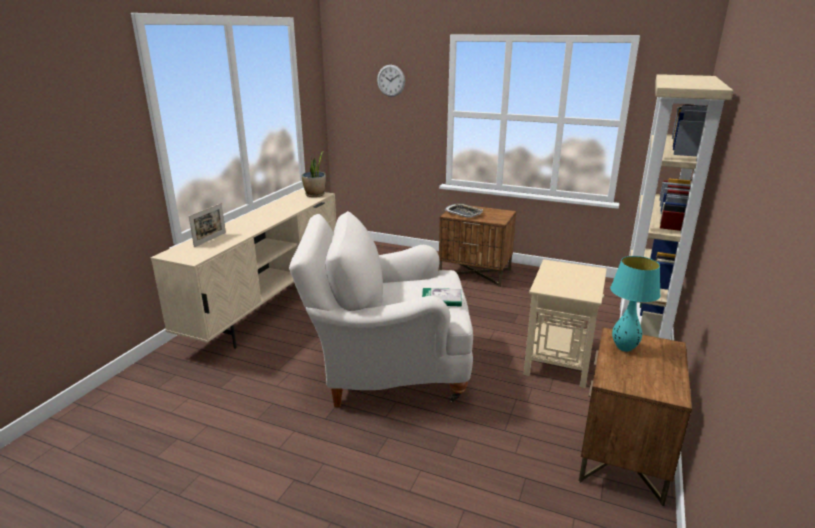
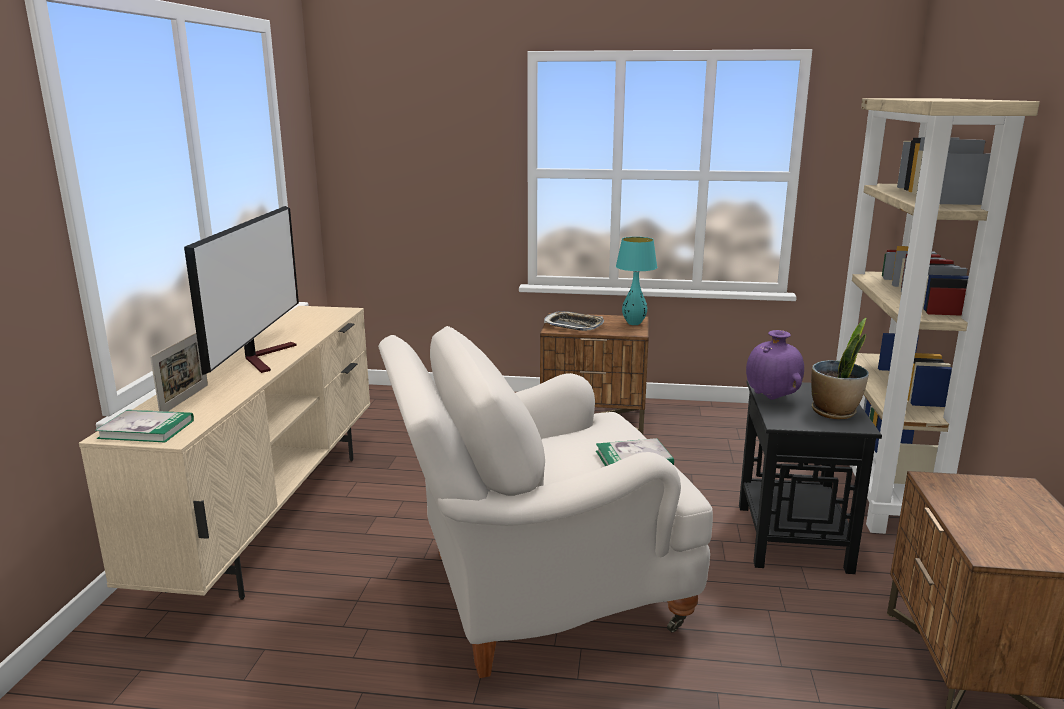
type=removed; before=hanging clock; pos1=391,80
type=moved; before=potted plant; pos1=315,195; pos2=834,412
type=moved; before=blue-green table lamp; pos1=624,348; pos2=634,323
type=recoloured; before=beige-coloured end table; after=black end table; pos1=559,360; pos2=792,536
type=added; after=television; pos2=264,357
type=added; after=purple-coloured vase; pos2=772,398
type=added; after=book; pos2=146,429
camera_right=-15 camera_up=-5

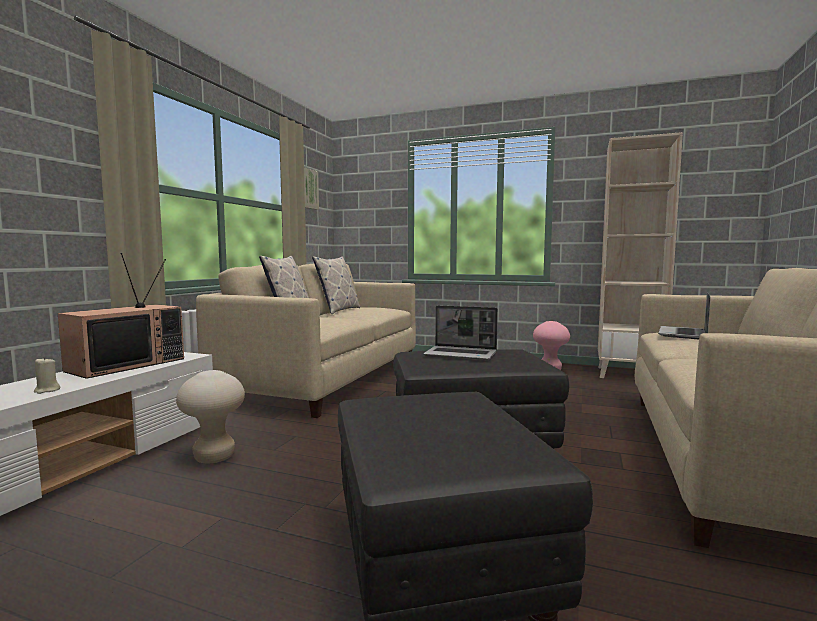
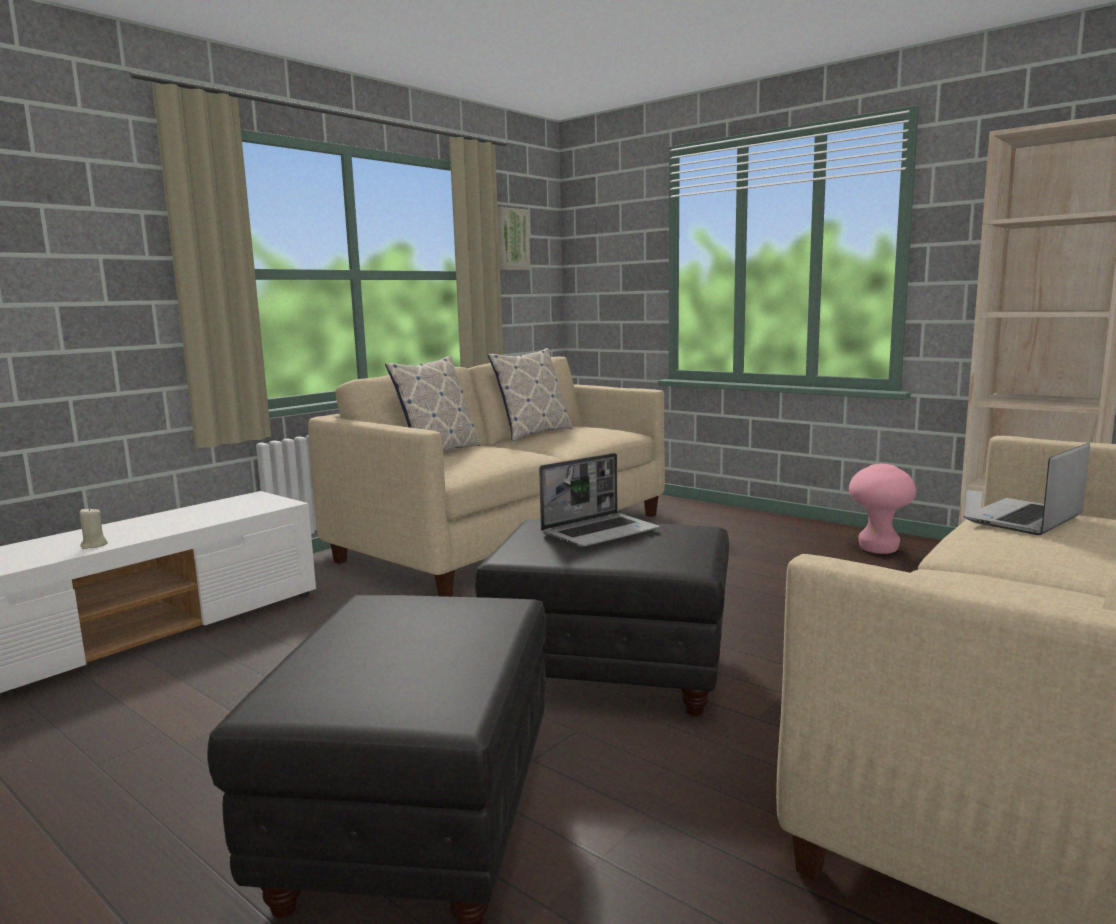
type=removed; before=television; pos1=127,364
type=turned; before=laptop; pos1=461,355; pos2=600,532; turn=-75
type=removed; before=beige-coloured stool; pos1=214,457
camera_right=20 camera_up=5

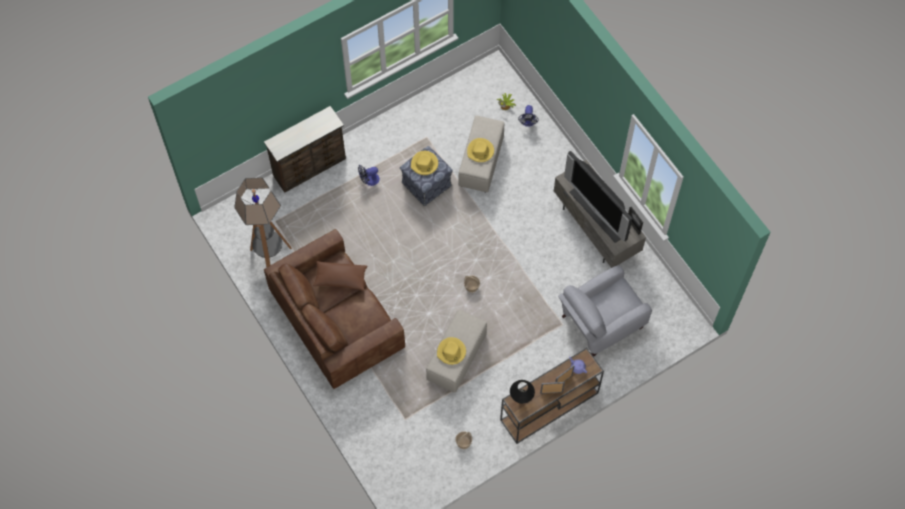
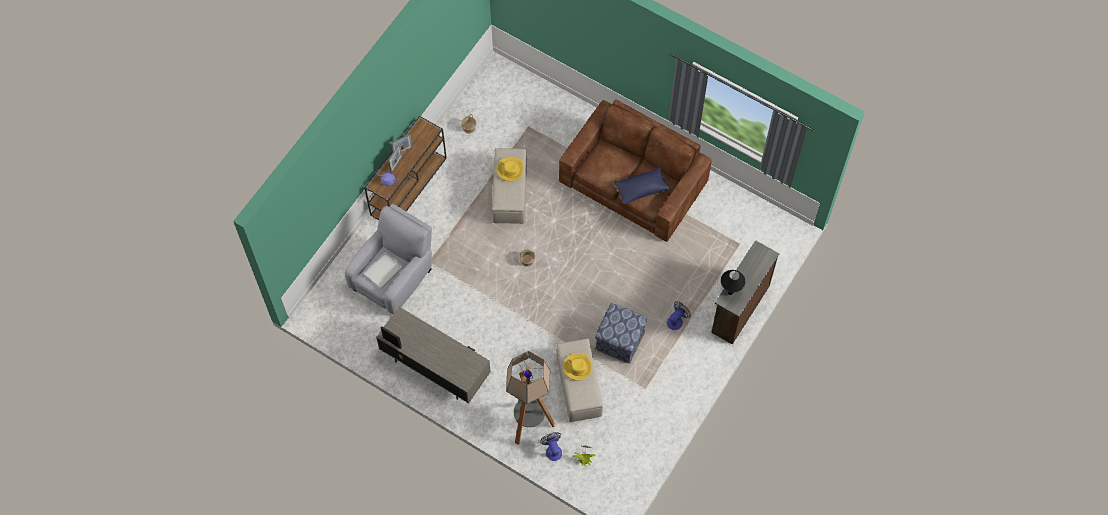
type=removed; before=yellow hat; pos1=424,164
type=removed; before=television; pos1=600,211
type=moved; before=floor lamp; pos1=271,258; pos2=529,424
type=recoloured; before=brown cushion; after=blue cushion; pos1=340,279; pos2=641,189
type=moved; before=black table lamp; pos1=521,401; pos2=730,293
type=added; after=white-coloured serving tray; pos2=383,270
camera_right=155 camera_up=0

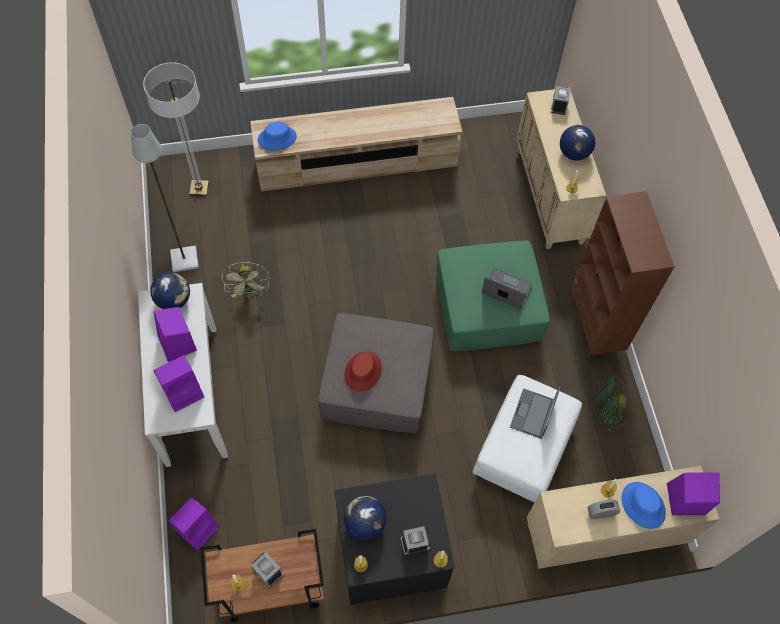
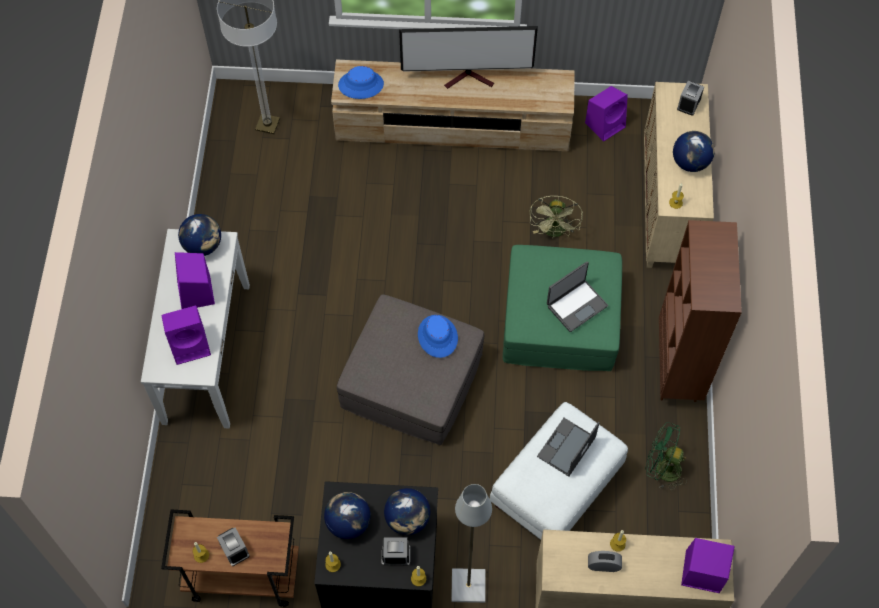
type=moved; before=gray floor lamp; pos1=184,260; pos2=467,586
type=moved; before=greenish cooling fan; pos1=250,293; pos2=554,232
type=turned; before=laptop; pos1=506,290; pos2=576,305; turn=105
type=removed; before=red-coloured hat; pos1=363,371
type=moved; before=blue hat; pos1=642,505; pos2=437,336
type=moved; before=purple-coloured loudspeaker; pos1=198,528; pos2=605,124
type=added; after=television; pos2=470,78
type=added; after=desk globe; pos2=407,519
camera_right=15 camera_up=0

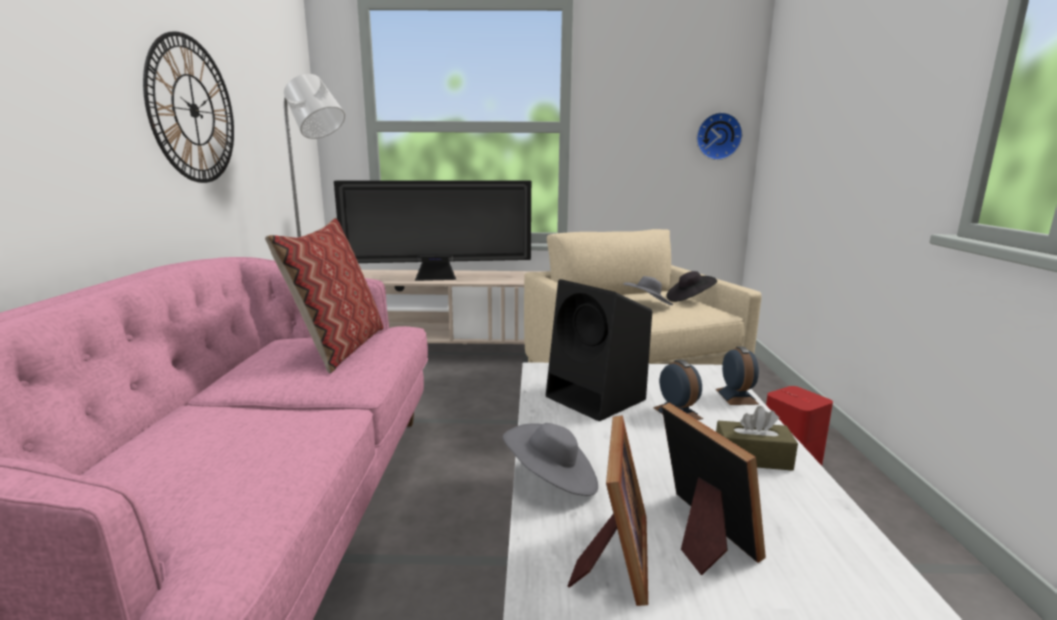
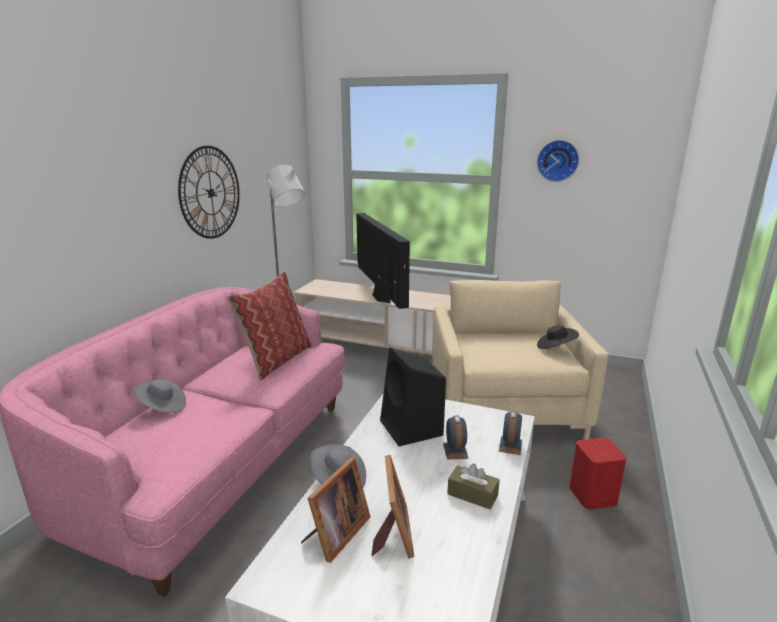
type=moved; before=hanging clock; pos1=718,136; pos2=557,160
type=turned; before=television; pos1=438,279; pos2=381,298; turn=-120
type=moved; before=gray hat; pos1=647,305; pos2=162,407
camera_right=20 camera_up=5

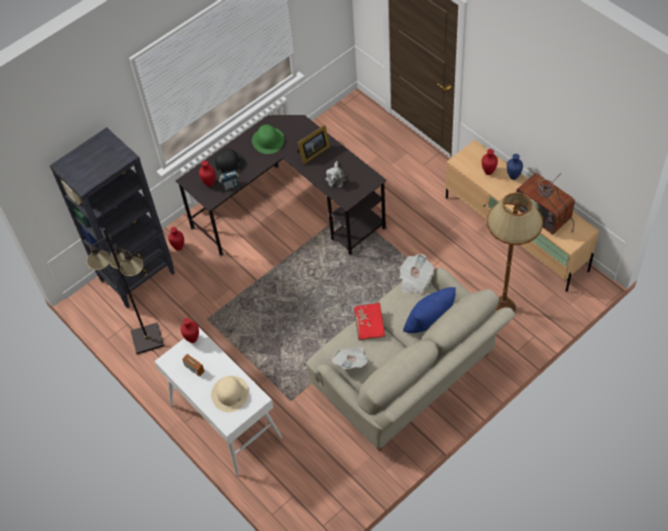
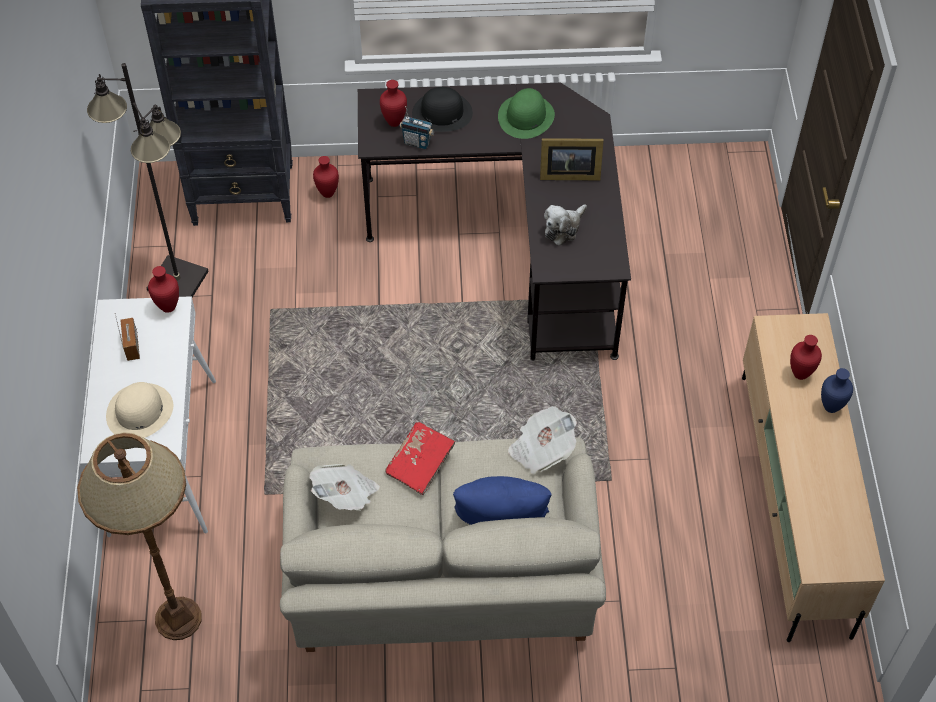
type=removed; before=television; pos1=545,215
type=moved; before=brown floor lamp; pos1=503,307; pos2=179,618
camera_right=35 camera_up=0

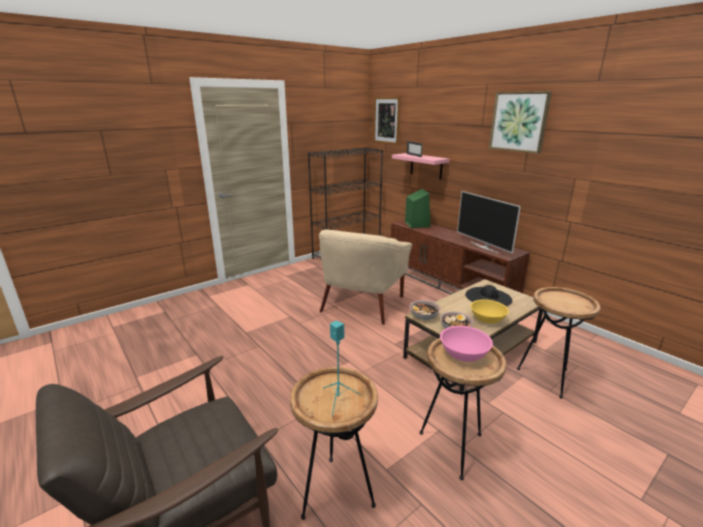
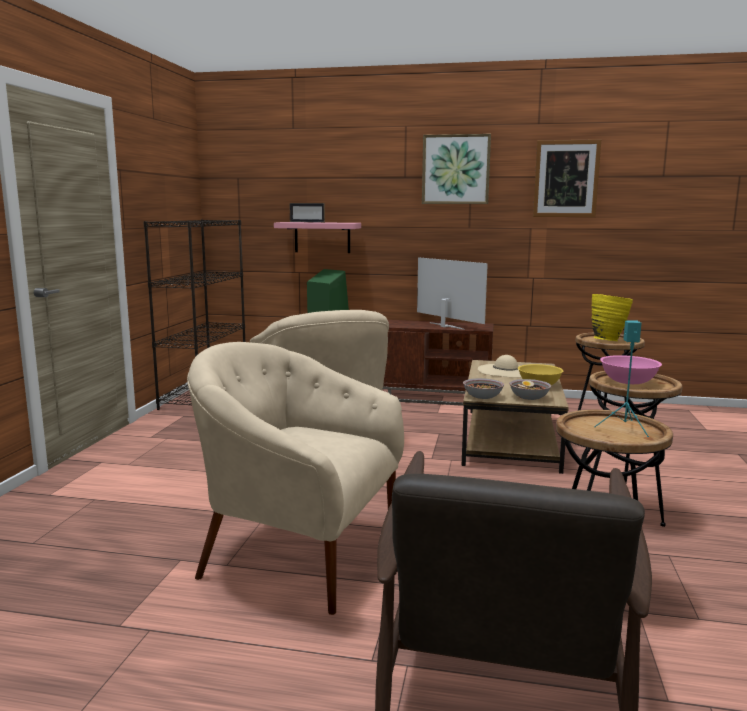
type=moved; before=wall art; pos1=386,120; pos2=566,179
type=turned; before=television; pos1=484,247; pos2=445,326; turn=-150
type=recoloured; before=black hat; after=beige-coloured hat; pos1=488,297; pos2=505,371
type=added; after=yellow vase; pos2=608,340
type=added; after=beige-coloured easy chair; pos2=299,552
camera_right=-40 camera_up=-10

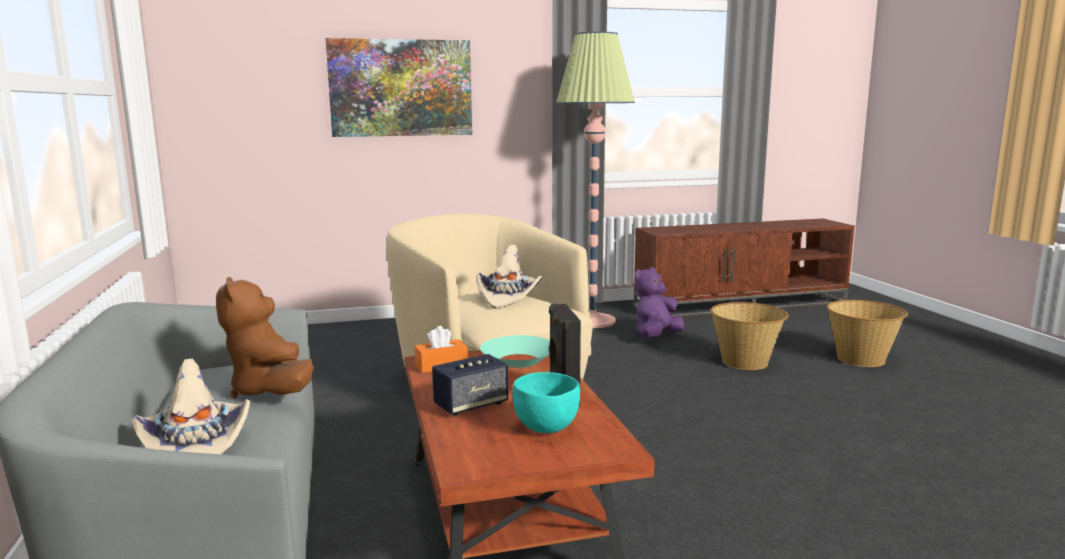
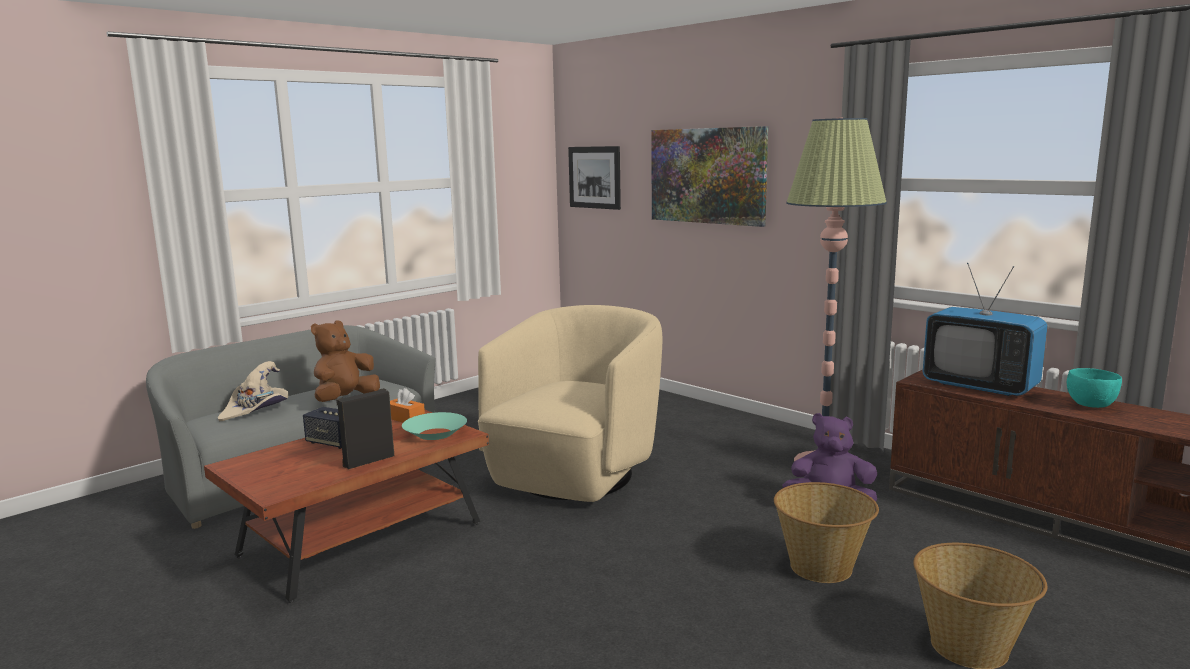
type=removed; before=beige-coloured hat; pos1=508,298
type=moved; before=blue-green serving bowl; pos1=546,428; pos2=1090,405
type=added; after=wall art; pos2=594,177
type=added; after=television; pos2=980,386
camera_right=60 camera_up=0

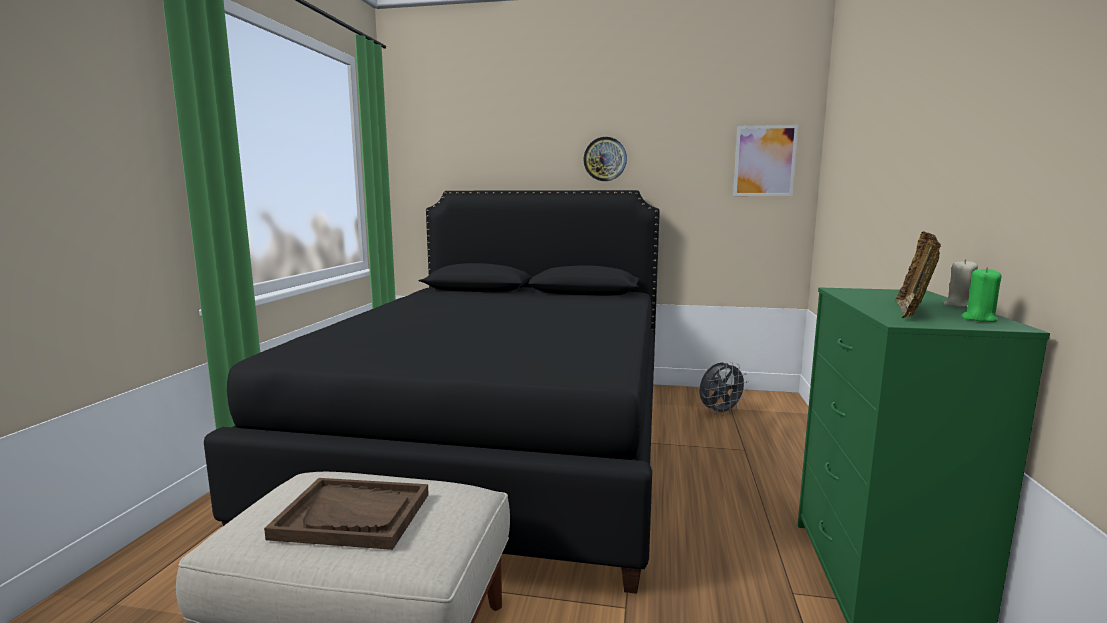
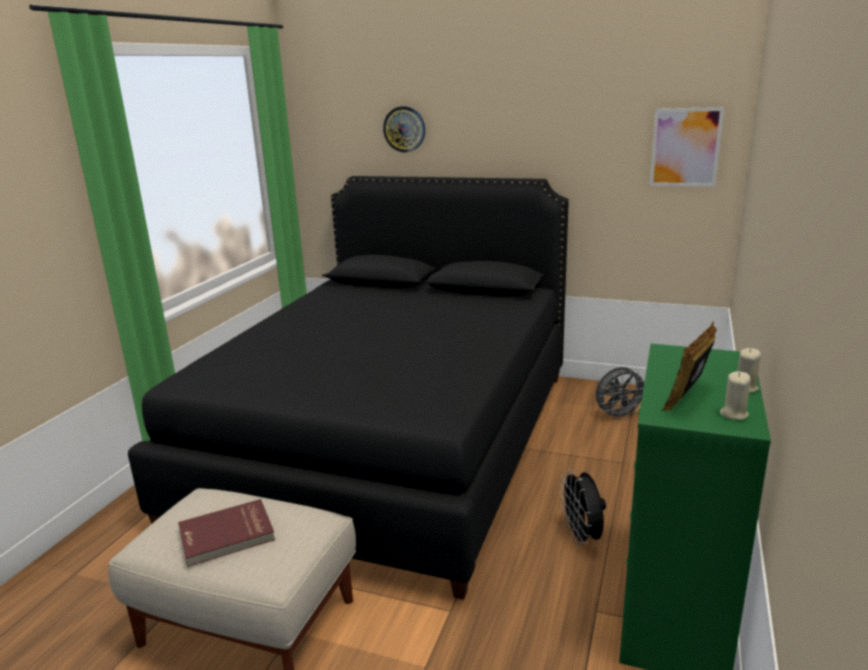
type=moved; before=hanging clock; pos1=605,159; pos2=404,129
type=recoloured; before=greenish wax candle; after=beige-coloured wax candle; pos1=978,319; pos2=733,414
type=replaced; before=brown serving tray; after=red-coloured book; pos1=353,515; pos2=227,535
type=added; after=black cooling fan; pos2=582,537
camera_right=10 camera_up=10

